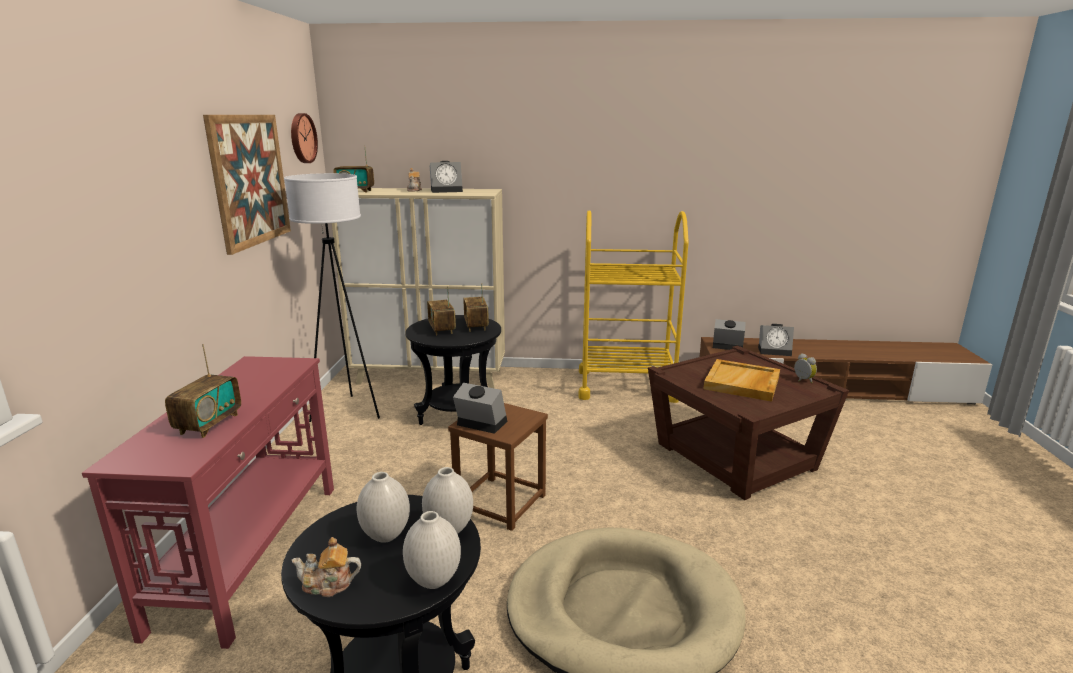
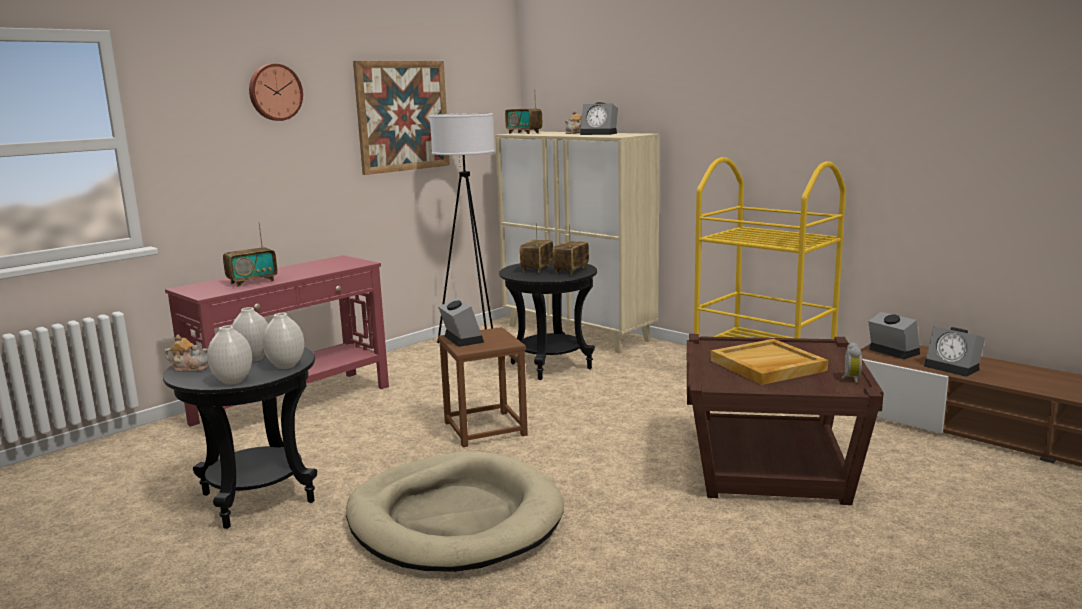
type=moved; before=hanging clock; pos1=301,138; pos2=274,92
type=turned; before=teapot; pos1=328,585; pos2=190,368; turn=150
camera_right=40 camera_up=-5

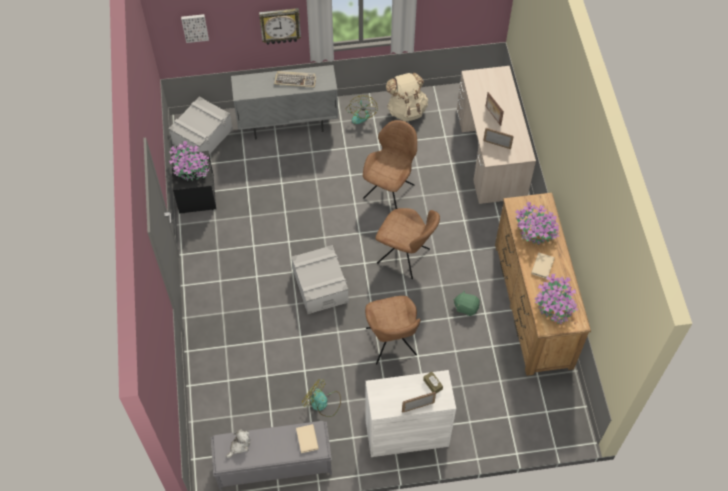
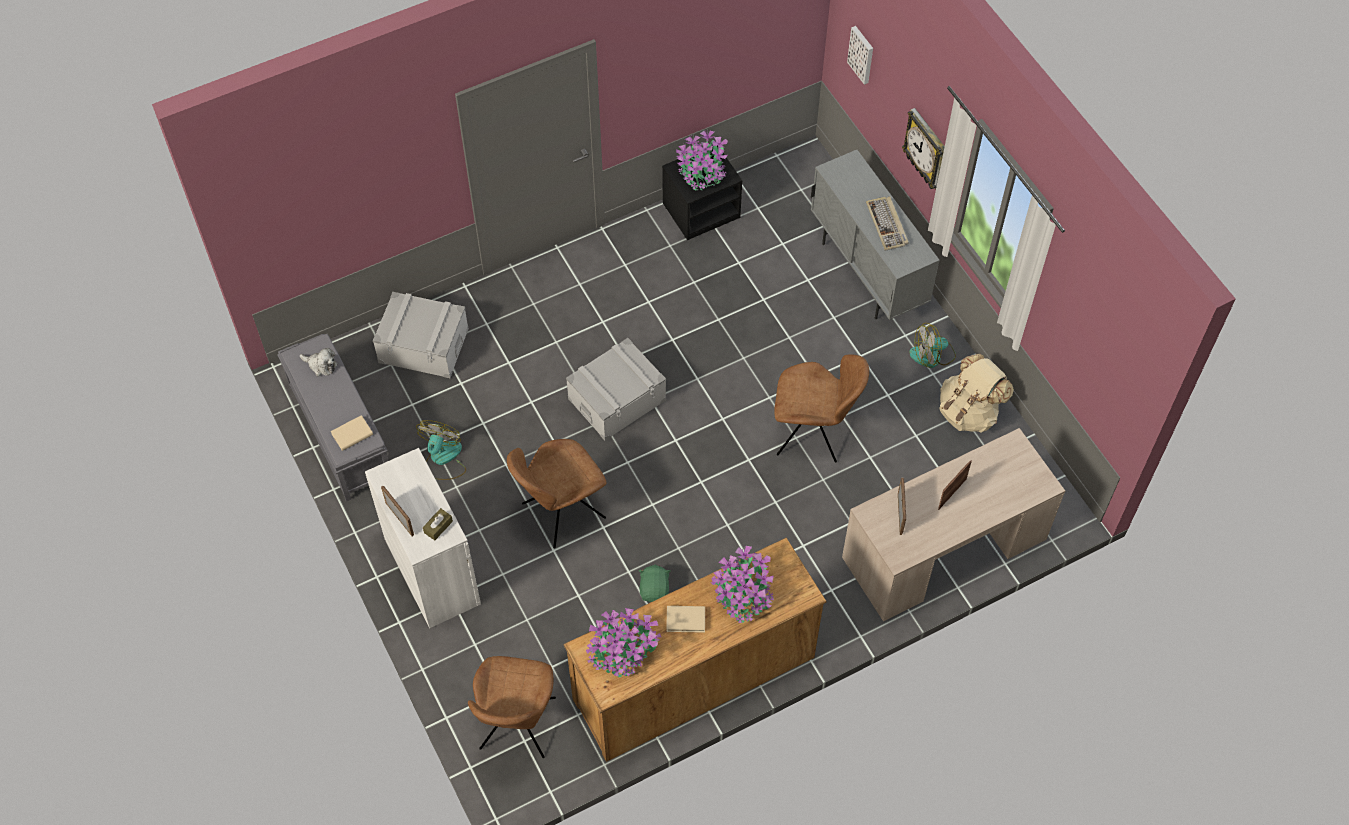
type=moved; before=gray storage box; pos1=202,136; pos2=424,345
type=moved; before=brown chair; pos1=405,257; pos2=517,726
camera_right=70 camera_up=0

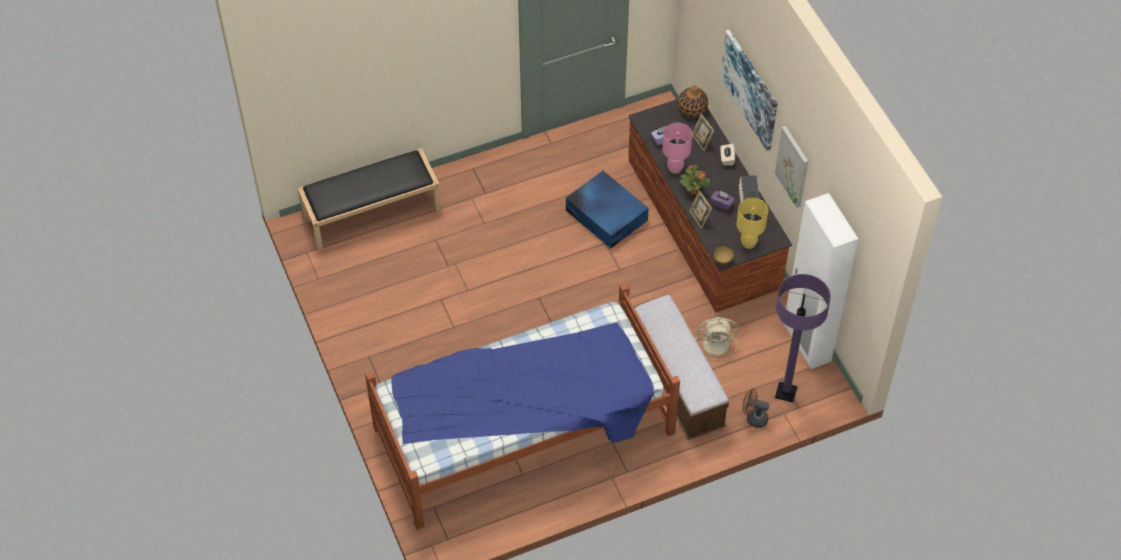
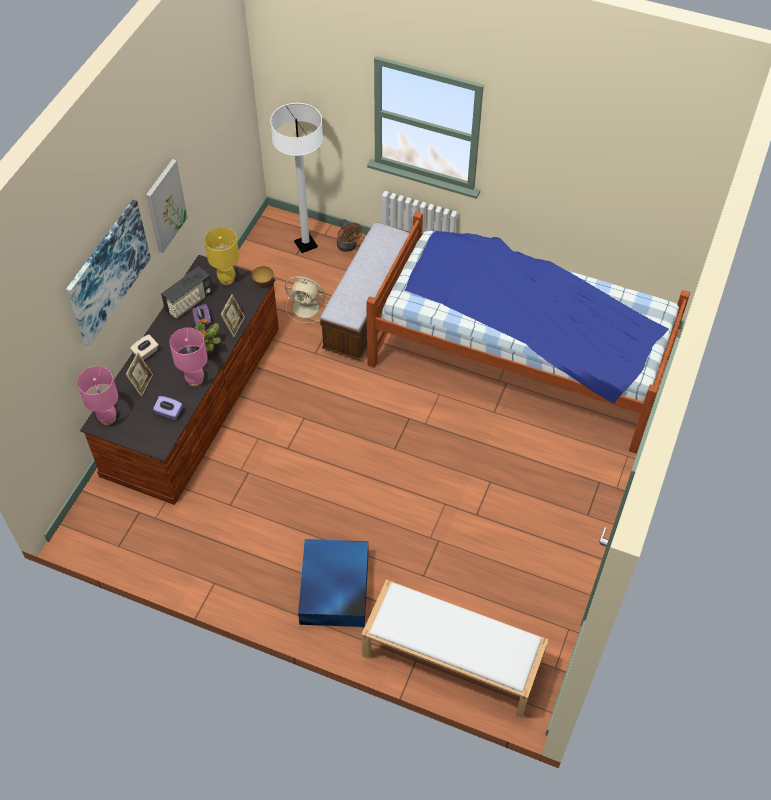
type=replaced; before=vase; after=pinkish table lamp; pos1=692,109; pos2=108,418
type=recoloured; before=black bench; after=white-coloured bench; pos1=372,210; pos2=450,659
type=moved; before=blue storage box; pos1=606,214; pos2=334,589
type=removed; before=white-coloured clothes cupboard; pos1=806,343
type=recoloured; before=purple-coloured floor lamp; after=white-coloured floor lamp; pos1=786,392; pos2=305,244
type=turned; before=beige-coloured cooling fan; pos1=717,344; pos2=307,308; turn=150
camera_right=-135 camera_up=0

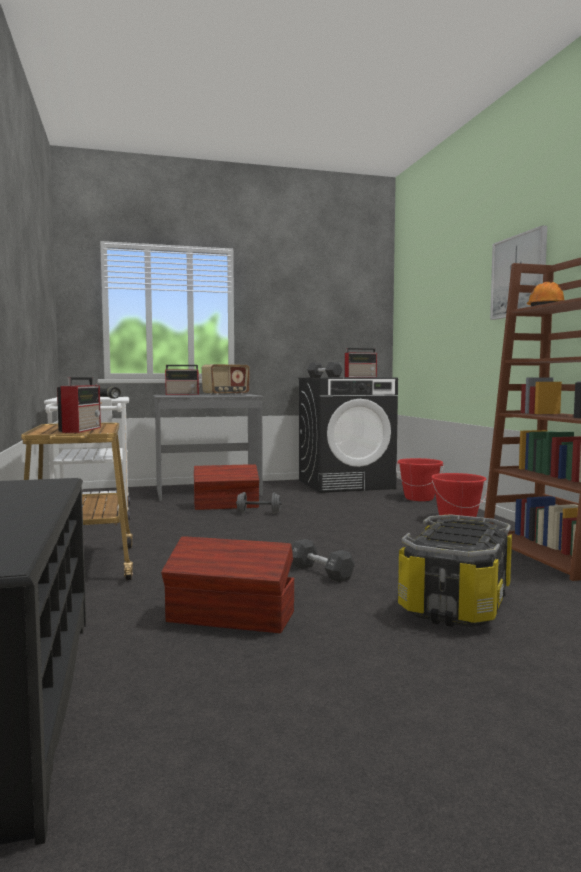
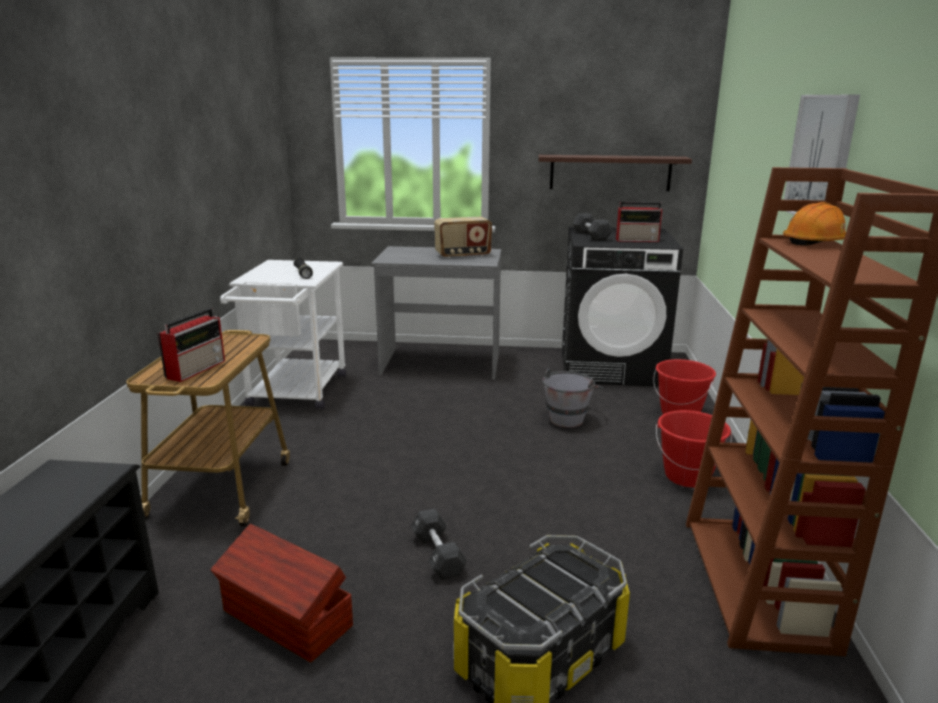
type=removed; before=radio set; pos1=183,394
type=removed; before=brown storage box; pos1=226,506
type=removed; before=gray dumbbell; pos1=258,513
type=added; after=shelf; pos2=610,172
type=added; after=gray bucket; pos2=569,417
camera_right=20 camera_up=15

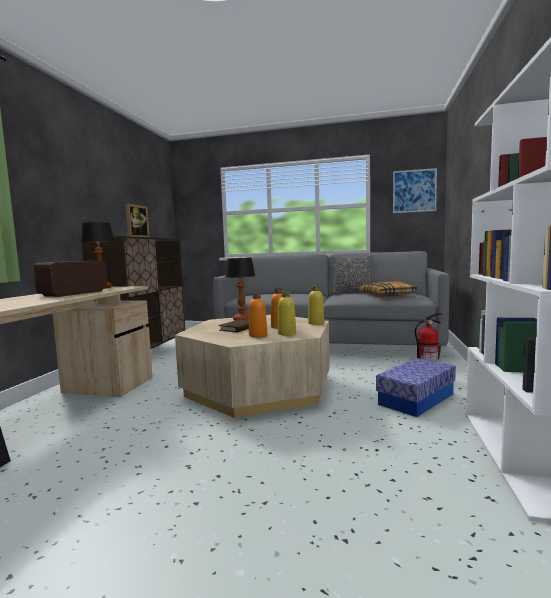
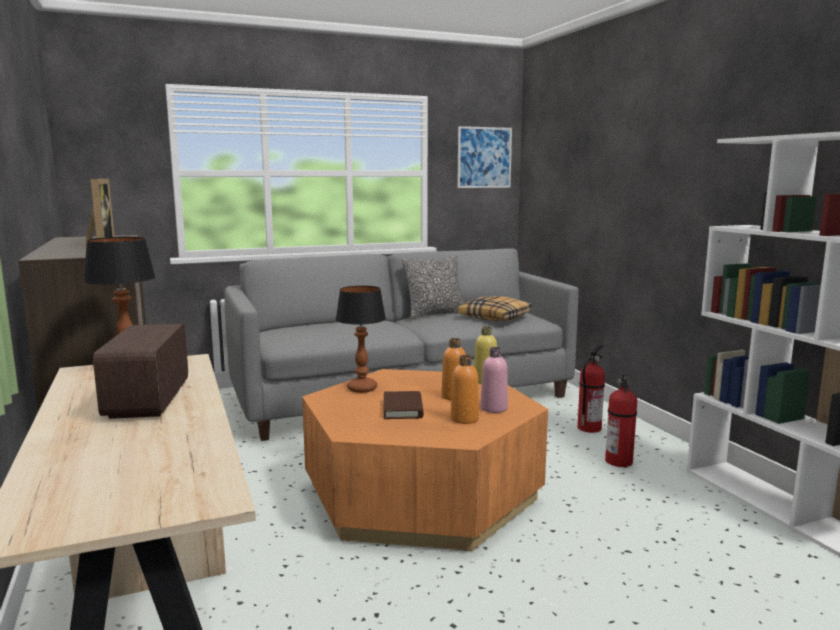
type=recoloured; before=yellow drink bottle; after=pinkish drink bottle; pos1=287,333; pos2=494,408
type=recoloured; before=beige-coloured coffee table; after=orange-coloured coffee table; pos1=259,387; pos2=422,492
type=replaced; before=storage box; after=fire-fighting cylinder; pos1=416,399; pos2=619,461
camera_right=-35 camera_up=5

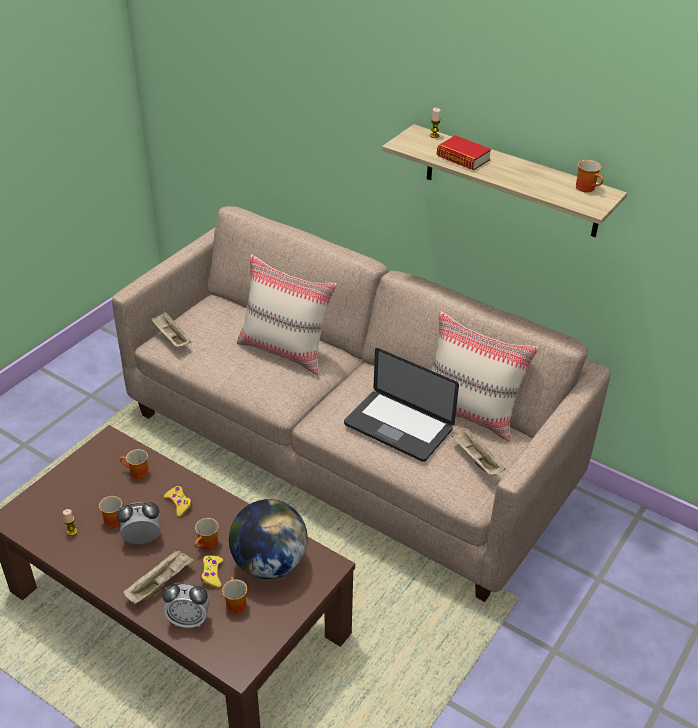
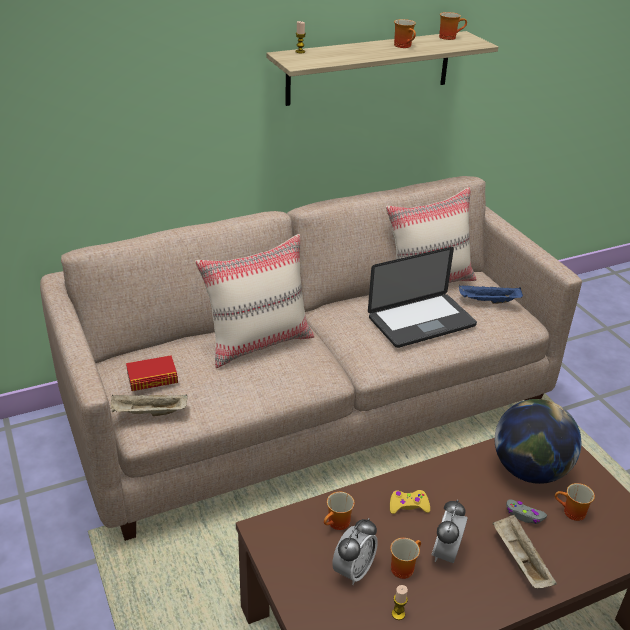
type=moved; before=book; pos1=463,158; pos2=152,378
type=recoloured; before=beige-coloured serving tray; after=blue serving tray; pos1=475,459; pos2=488,301
type=moved; before=coffee mug; pos1=208,545; pos2=405,46
type=recoloured; before=yellow gamepad; after=gray gamepad; pos1=212,574; pos2=524,515
type=moved; before=alarm clock; pos1=189,620; pos2=353,571
camera_right=-60 camera_up=-5

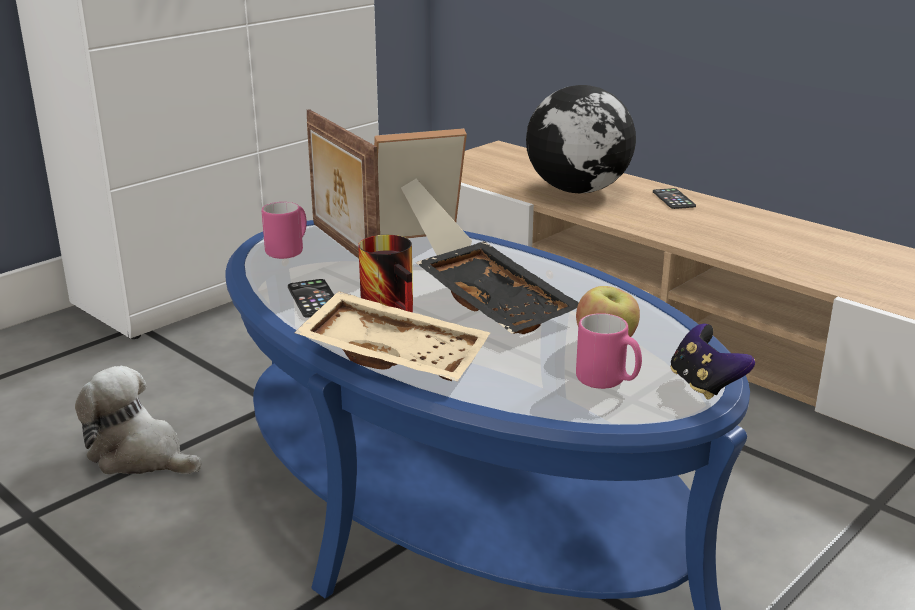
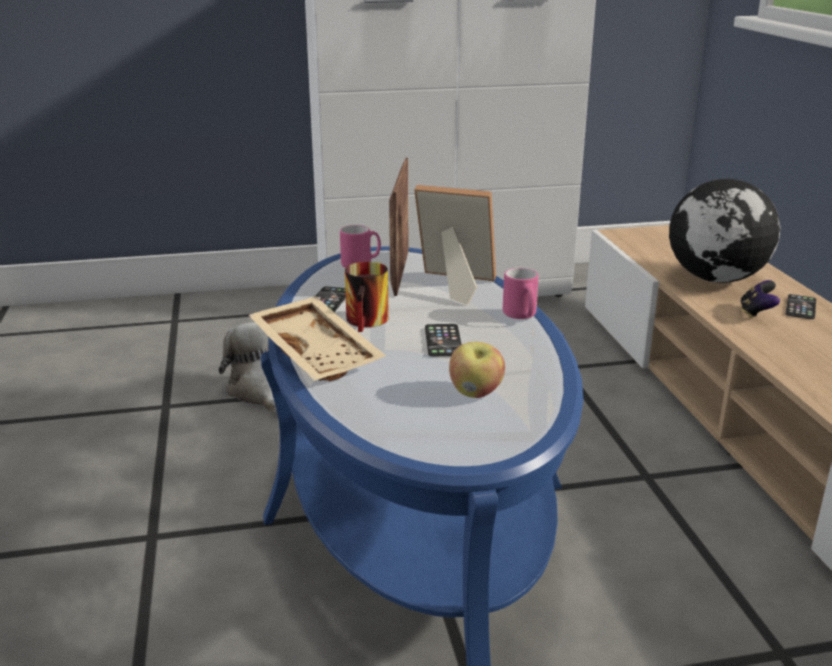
type=replaced; before=black serving tray; after=handset; pos1=499,304; pos2=443,341
type=moved; before=pinkish coffee mug; pos1=608,382; pos2=521,316
type=moved; before=gamepad; pos1=704,385; pos2=756,313
camera_right=35 camera_up=0

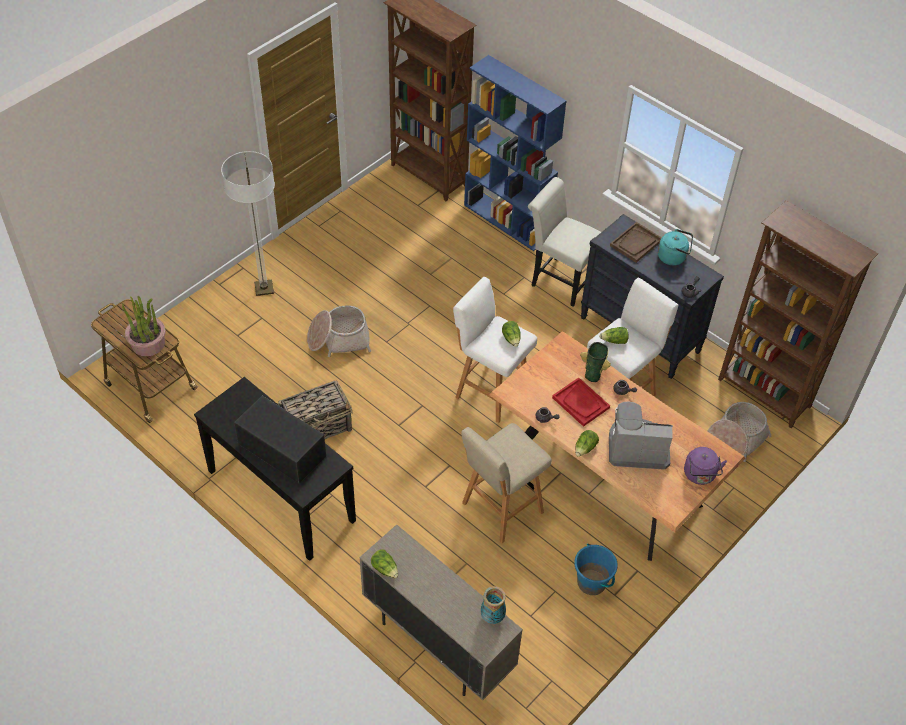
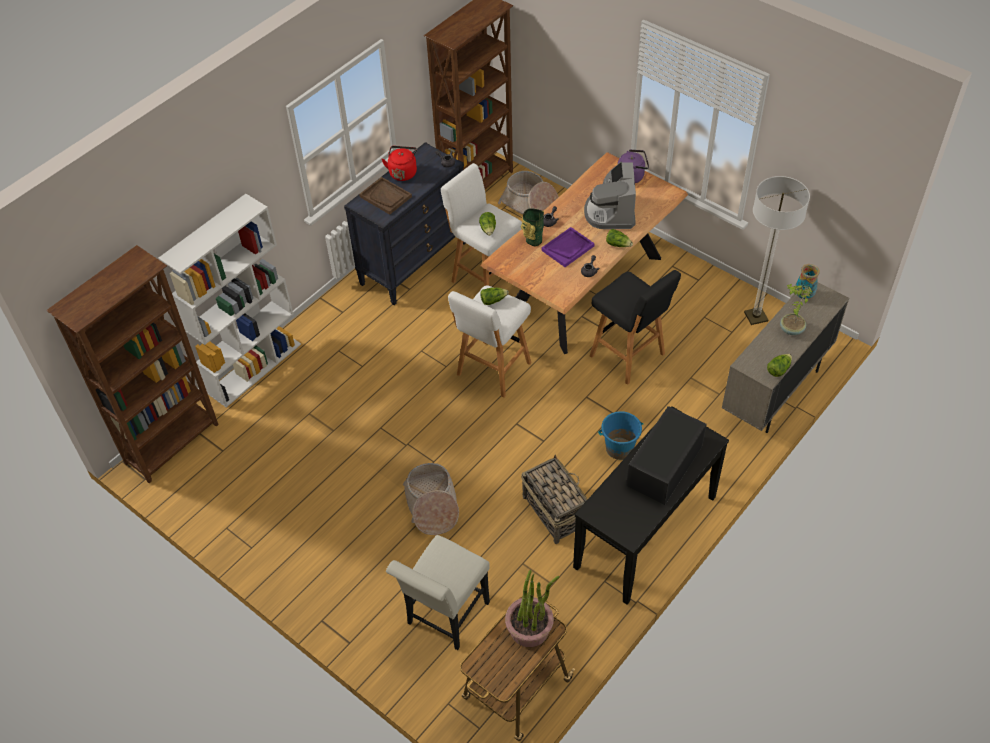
type=recoloured; before=blue bookcase; after=white-coloured bookcase; pos1=507,221; pos2=254,367
type=moved; before=floor lamp; pos1=264,288; pos2=756,317
type=moved; before=white-coloured chair; pos1=559,279; pos2=445,617
type=recoloured; before=blue-green kettle; after=red-coloured kettle; pos1=673,257; pos2=403,172
type=recoloured; before=red-coloured serving tray; after=purple-coloured serving tray; pos1=581,403; pos2=567,248
type=recoloured; before=beige-coloured stool; after=black stool; pos1=500,509; pos2=629,356
type=moved; before=blue bucket; pos1=592,582; pos2=619,448
type=added; after=potted plant; pos2=790,329
camera_right=-90 camera_up=0

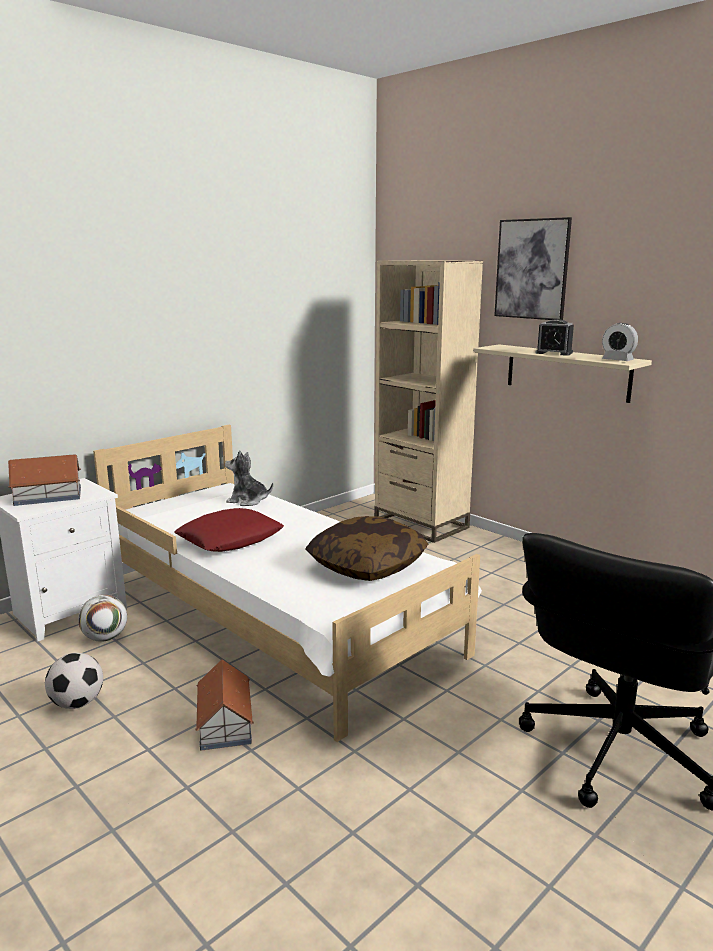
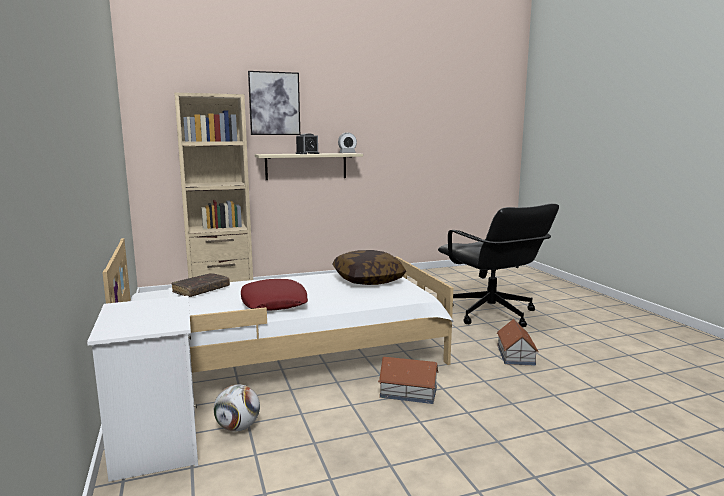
type=replaced; before=soft toy; after=brown book; pos1=248,501; pos2=201,290
type=moved; before=model house; pos1=47,496; pos2=515,355
type=removed; before=football ball; pos1=77,703
camera_right=-65 camera_up=-5

